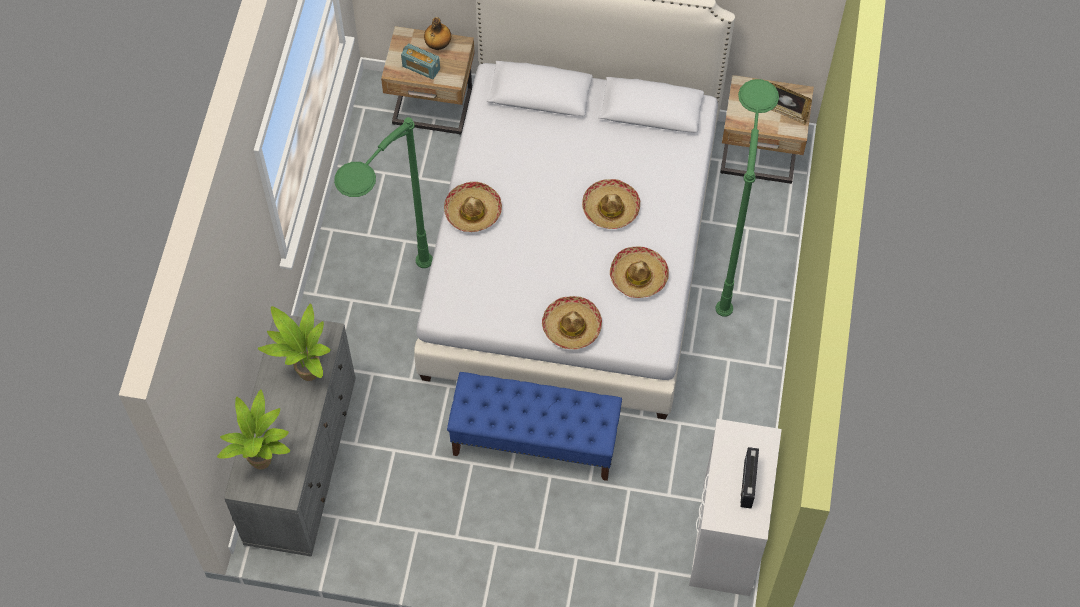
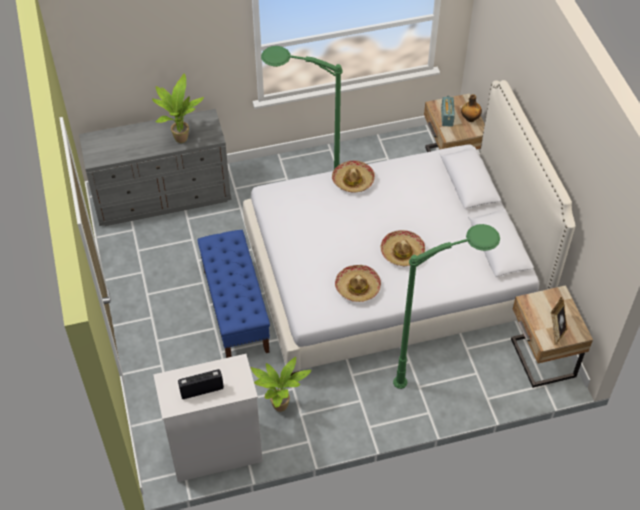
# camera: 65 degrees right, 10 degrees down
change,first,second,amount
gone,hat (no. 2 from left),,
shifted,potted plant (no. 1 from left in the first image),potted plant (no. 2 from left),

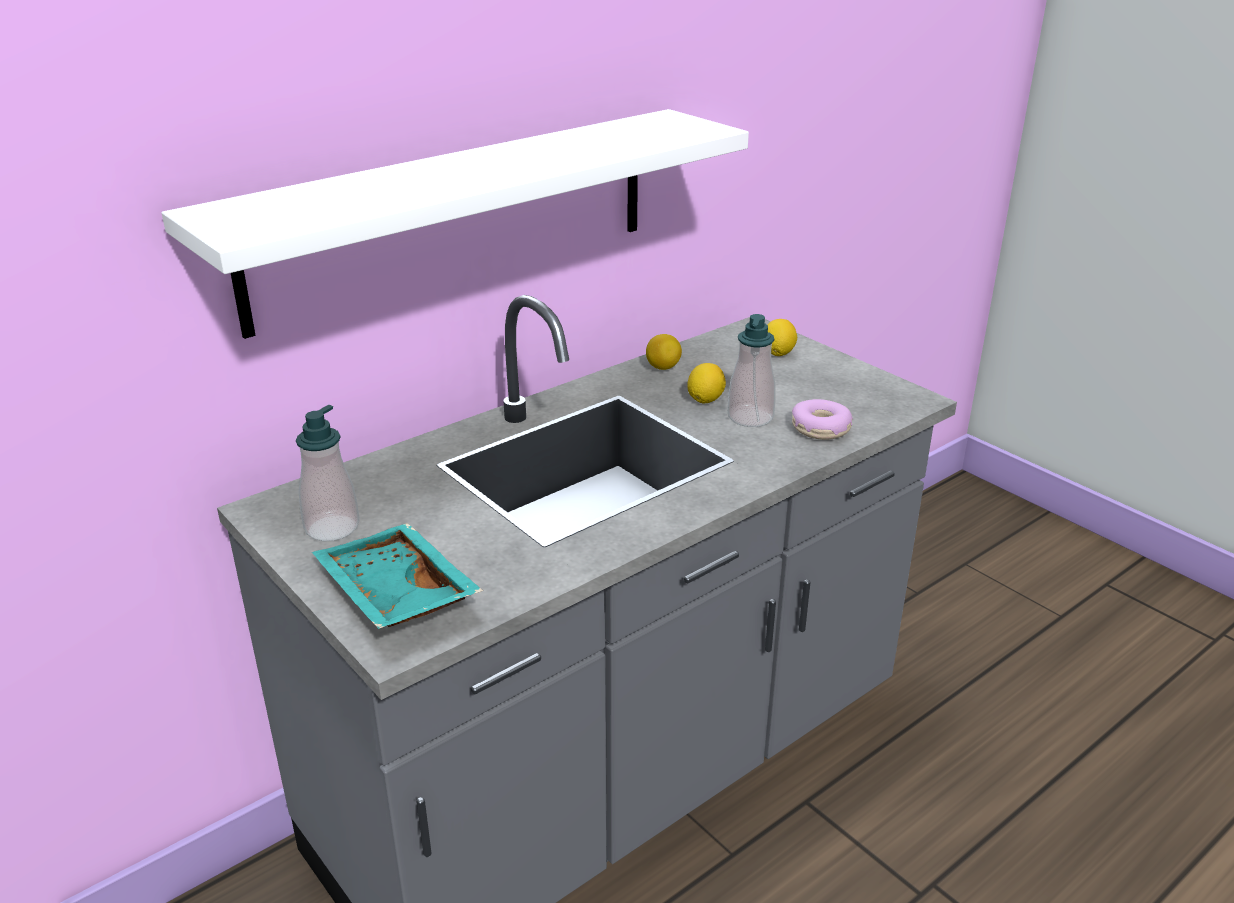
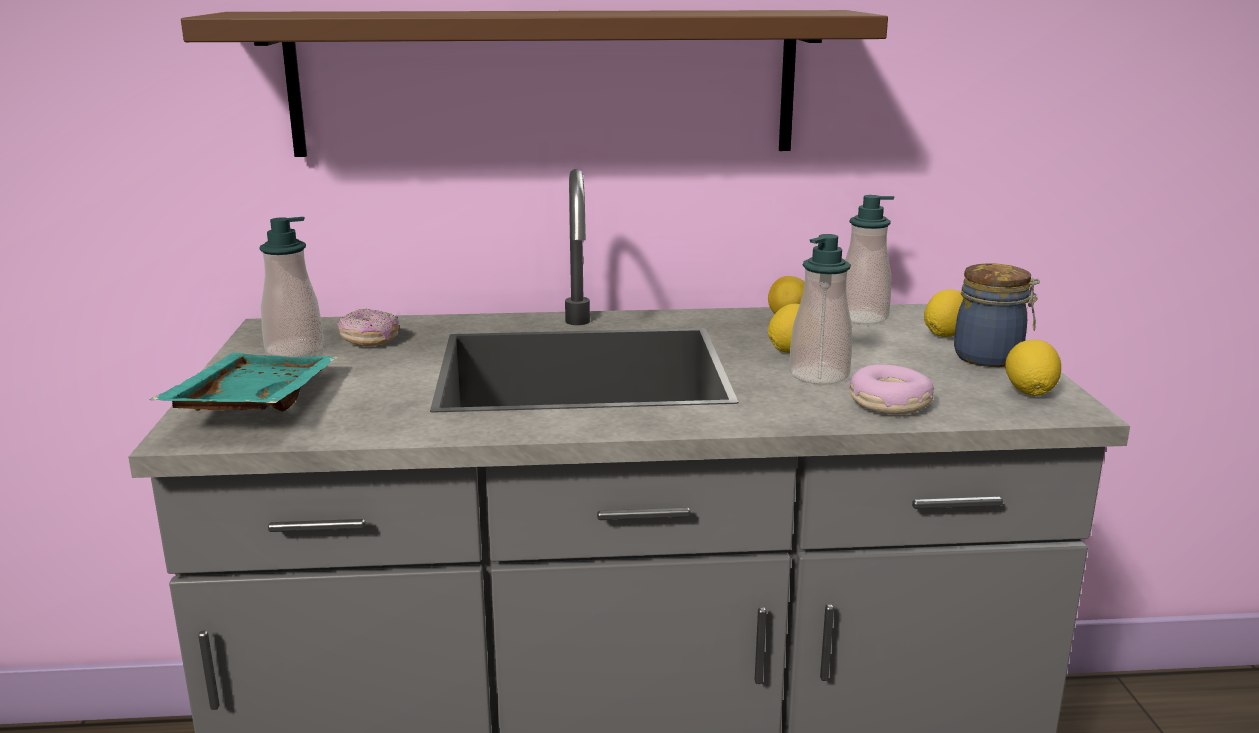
# camera: 35 degrees right, 10 degrees down
change,first,second,amount
repainted,white shelf,brown shelf,
new,,soap dispenser (no. 3 from left),
new,,jar,
new,,donut (no. 1 from left),
new,,lemon (no. 4 from left),

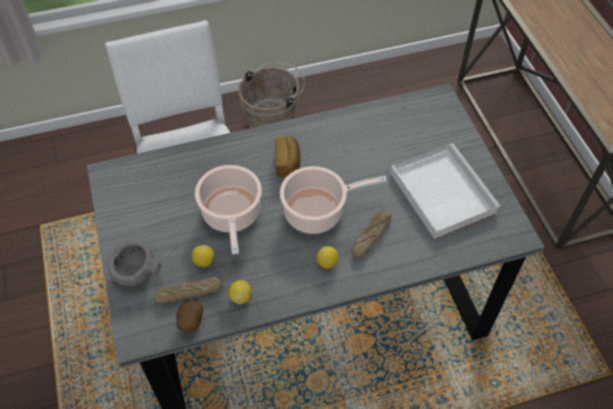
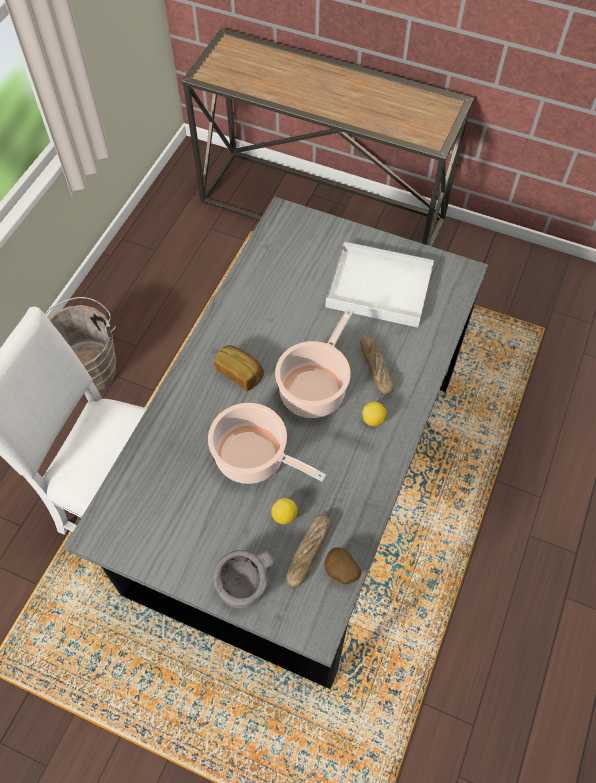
# camera: 50 degrees left, 5 degrees up
change,first,second,amount
gone,lemon (no. 2 from left),,

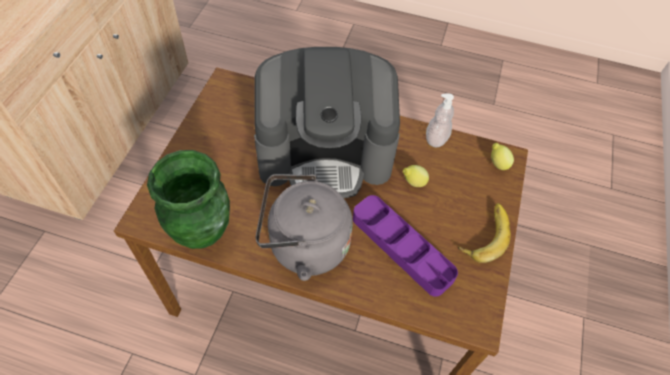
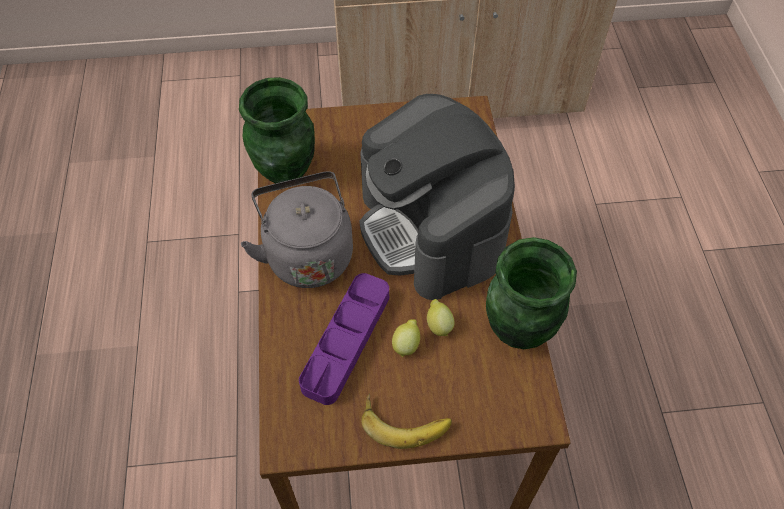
# camera: 70 degrees right, 0 degrees up
change,first,second,amount
swapped,soap dispenser,green vase (no. 2 from left),
shifted,lemon (no. 2 from left in the first image),lemon (no. 1 from left),

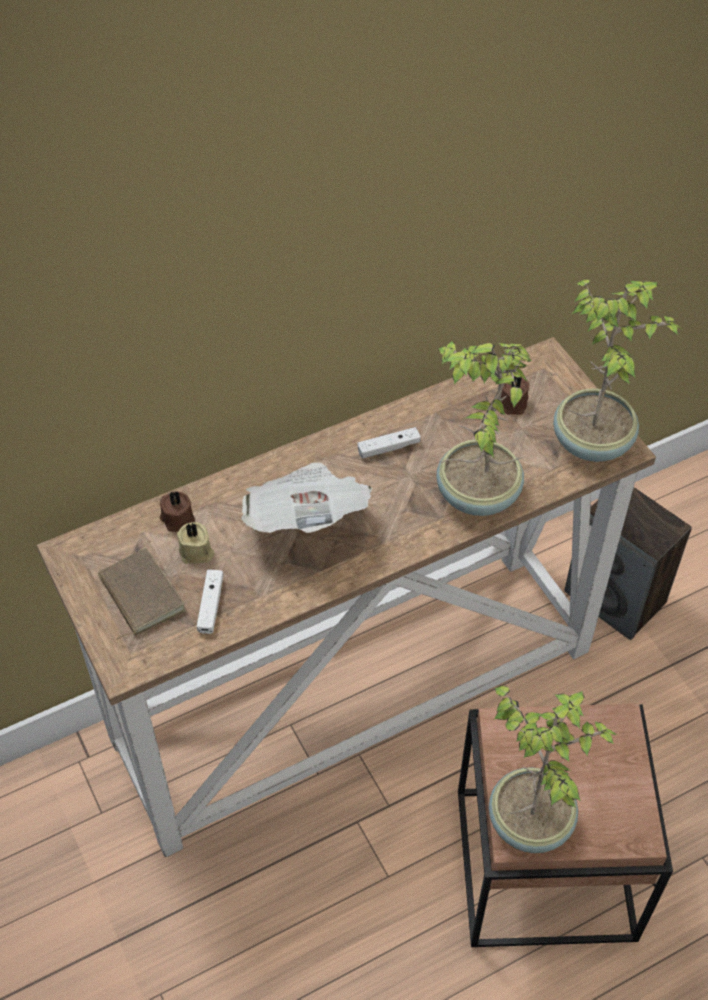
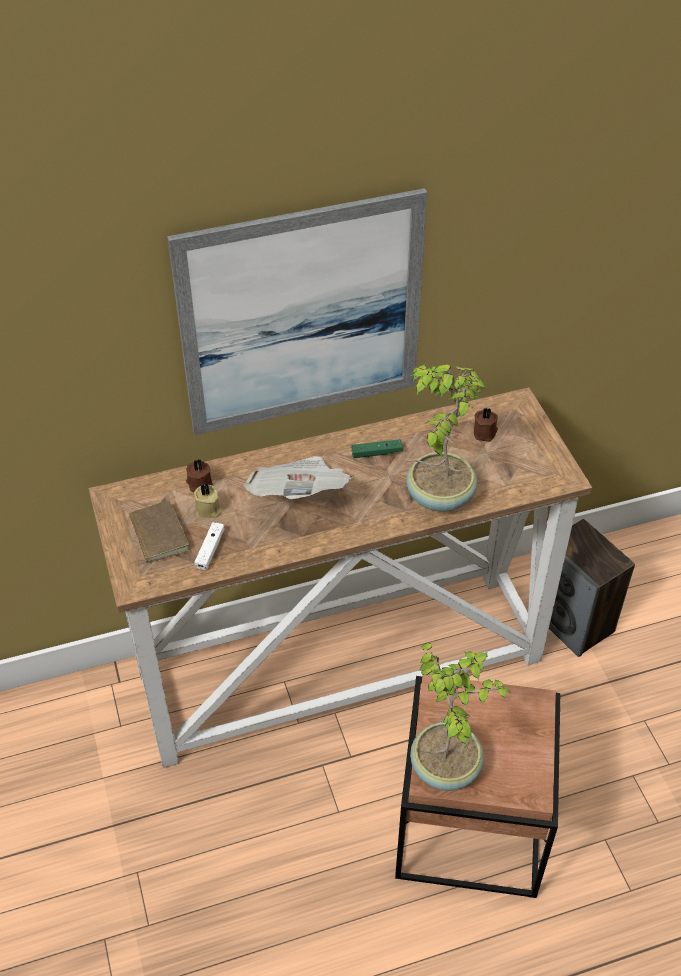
# camera: 10 degrees right, 5 degrees down
change,first,second,amount
gone,potted plant (no. 3 from left),,
repainted,white game controller (no. 2 from left),green game controller,
new,,picture,

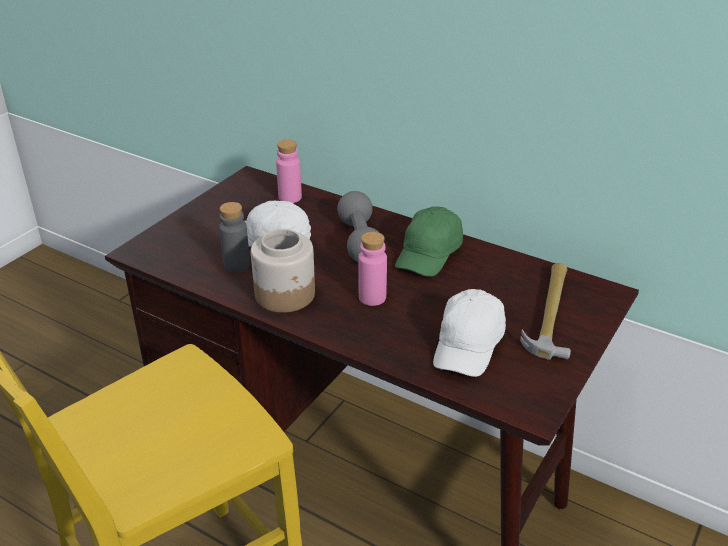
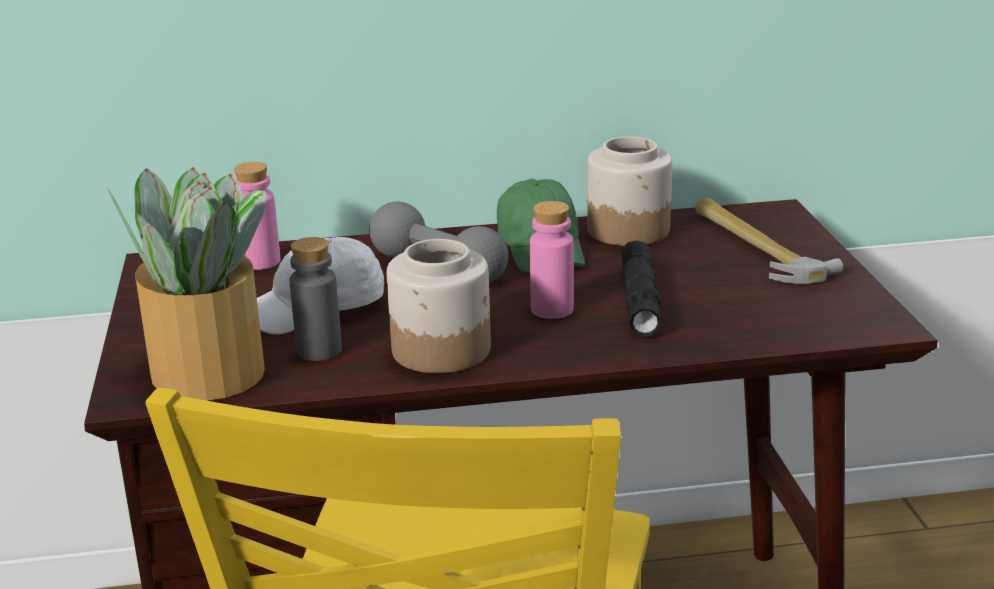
# camera: 40 degrees left, 10 degrees down
change,first,second,amount
gone,white cap (no. 2 from left),,
new,,jar (no. 2 from left),
new,,potted plant,
new,,black flashlight,

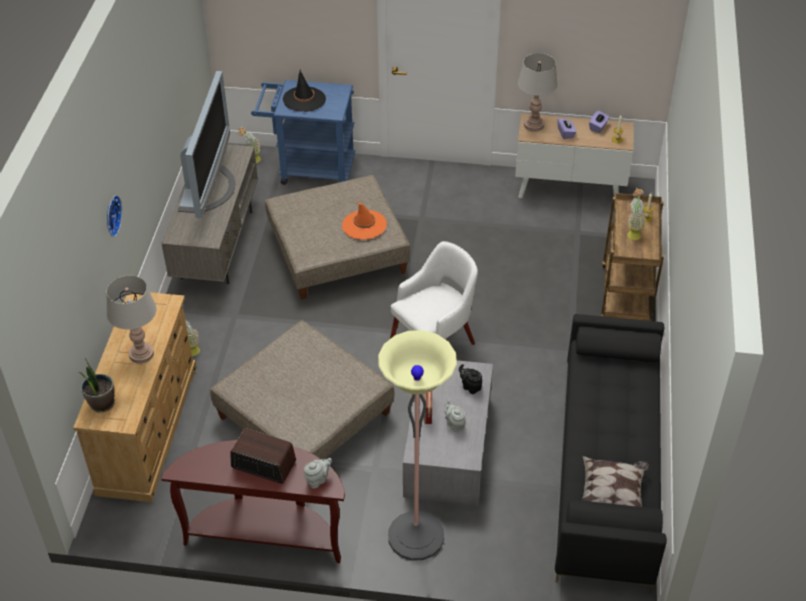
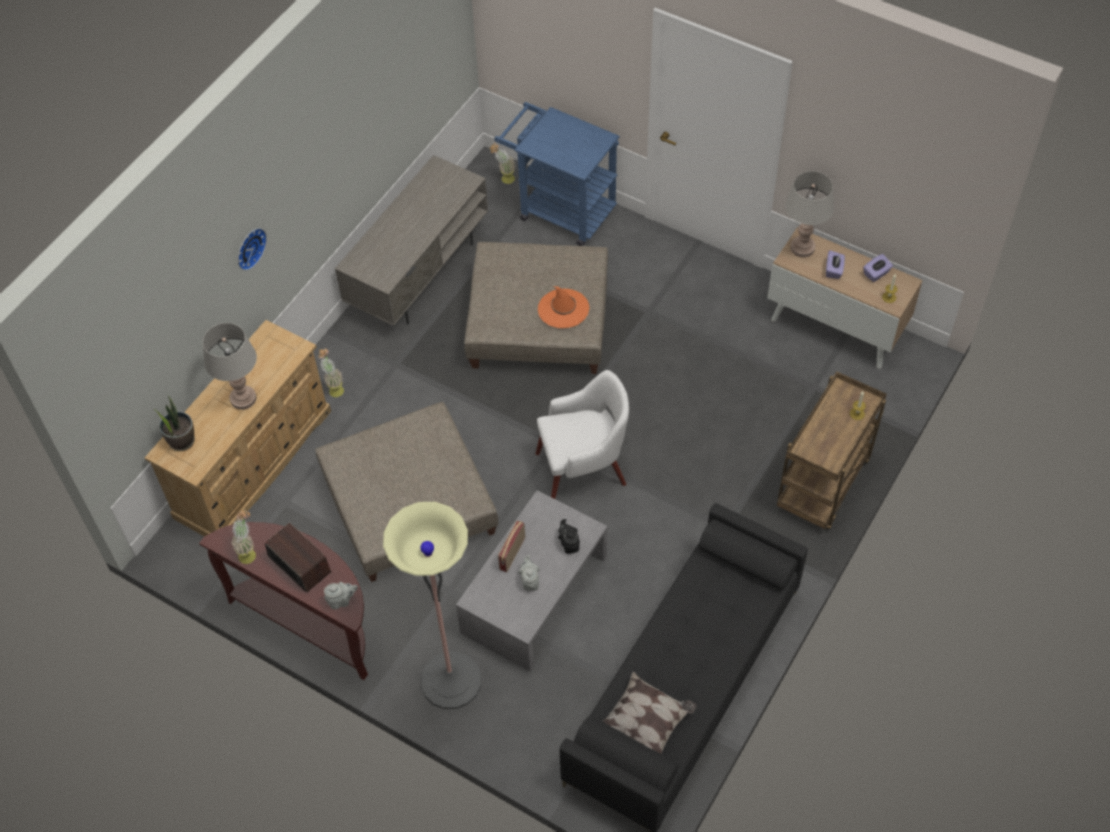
# camera: 25 degrees right, 10 degrees up
change,first,second,amount
gone,black hat,,
gone,television,,
shifted,potted plant (no. 4 from left in the first image),potted plant (no. 2 from left),

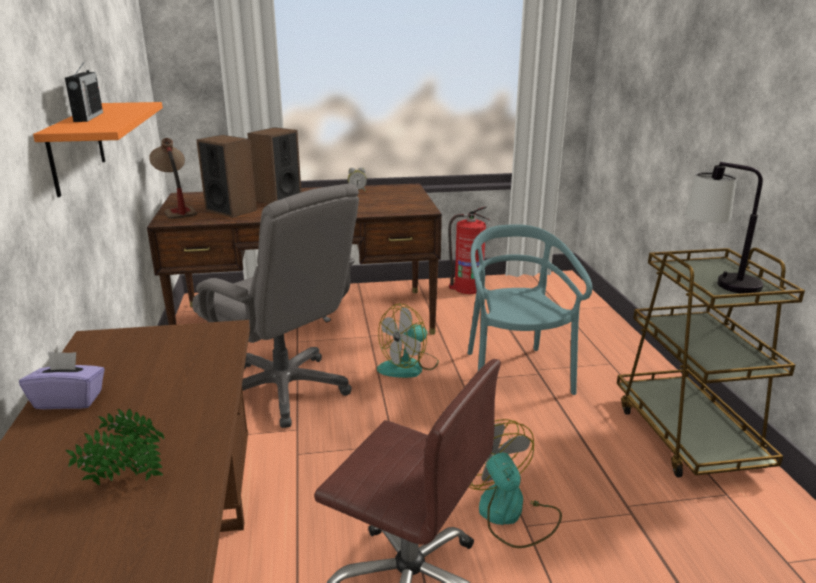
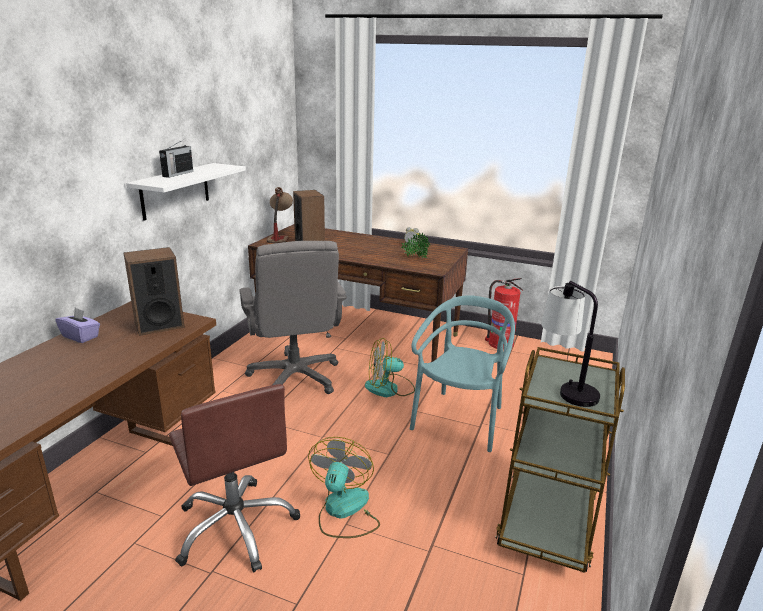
# camera: 30 degrees right, 0 degrees up
change,first,second,amount
repainted,orange shelf,white shelf,
shifted,speaker (no. 2 from left in the first image),speaker (no. 1 from left),
shifted,potted plant,,

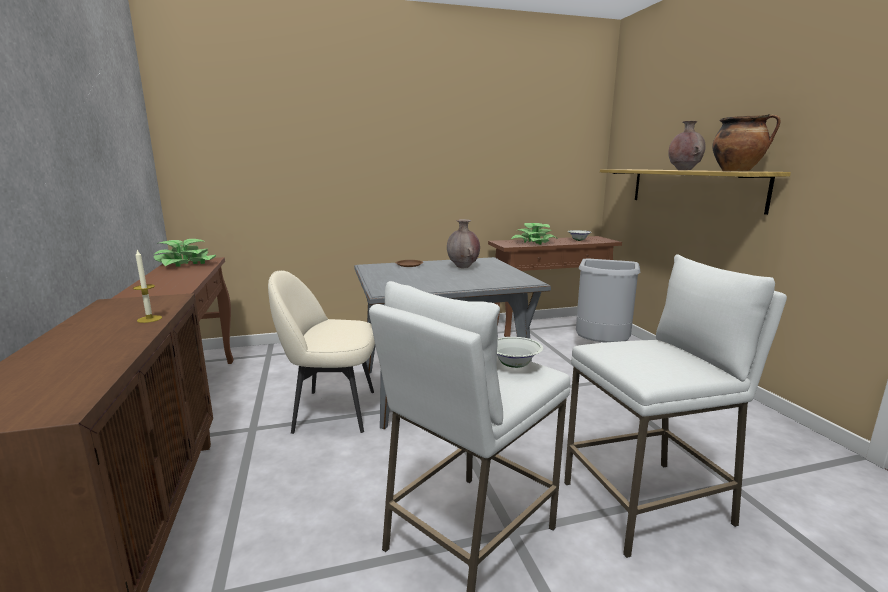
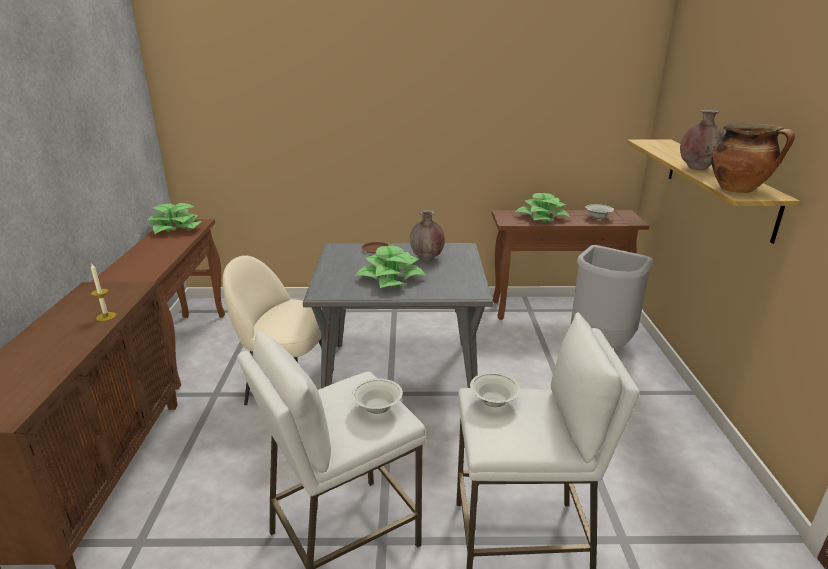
# camera: 15 degrees right, 10 degrees up
change,first,second,amount
new,,potted plant (no. 2 from left),
new,,white bowl (no. 2 from left),

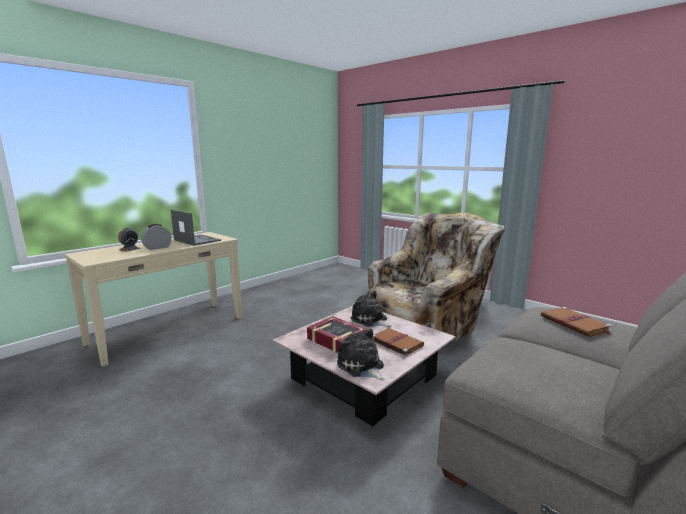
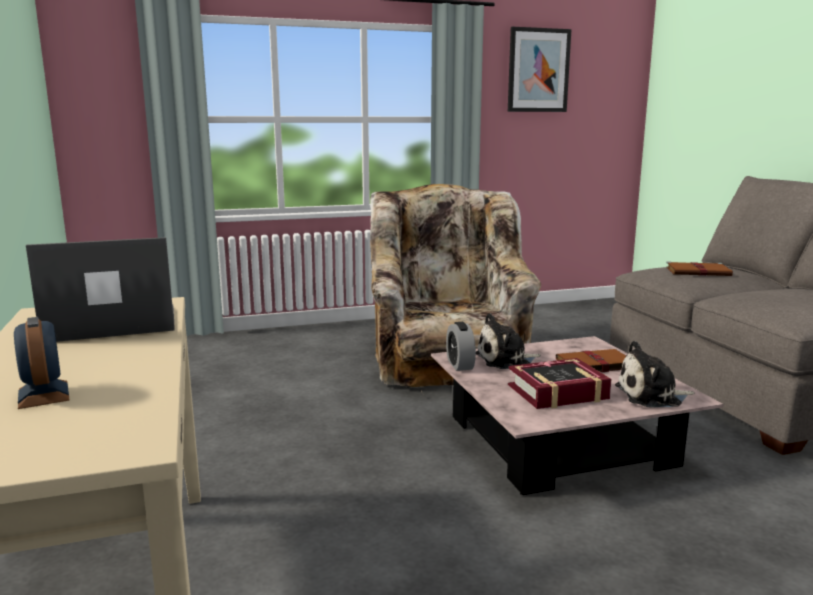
# camera: 60 degrees left, 0 degrees up
change,first,second,amount
shifted,alarm clock (no. 2 from left),,
new,,picture,

